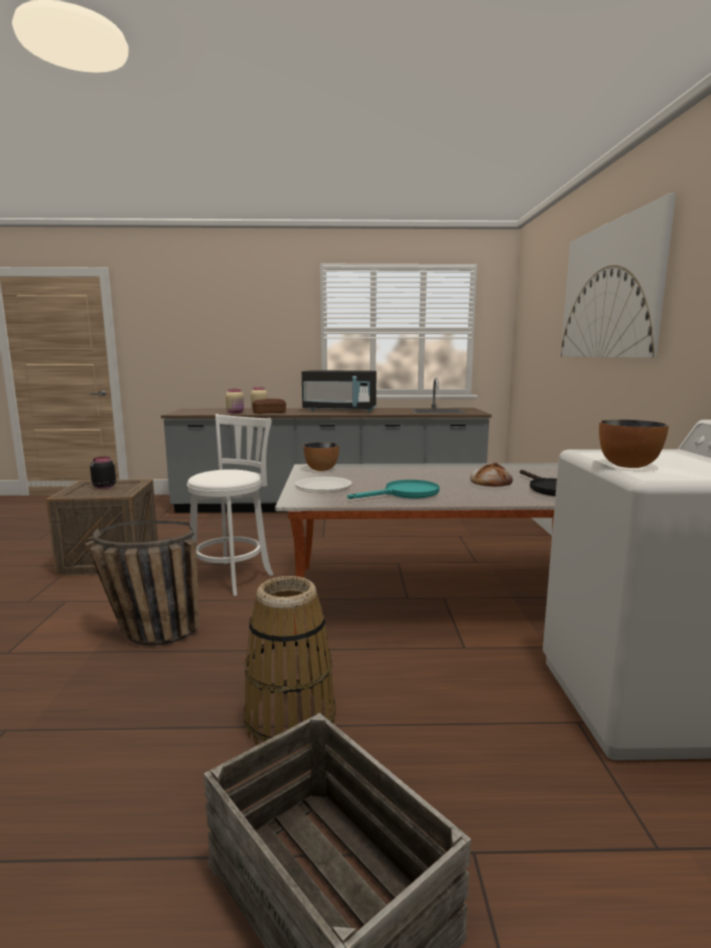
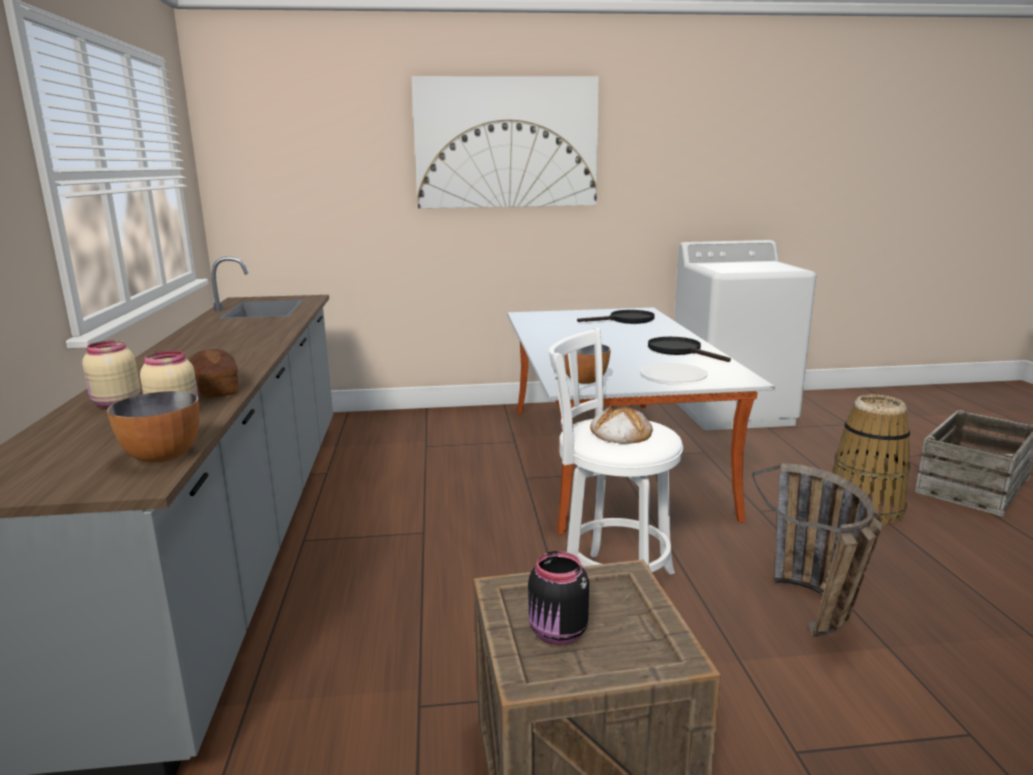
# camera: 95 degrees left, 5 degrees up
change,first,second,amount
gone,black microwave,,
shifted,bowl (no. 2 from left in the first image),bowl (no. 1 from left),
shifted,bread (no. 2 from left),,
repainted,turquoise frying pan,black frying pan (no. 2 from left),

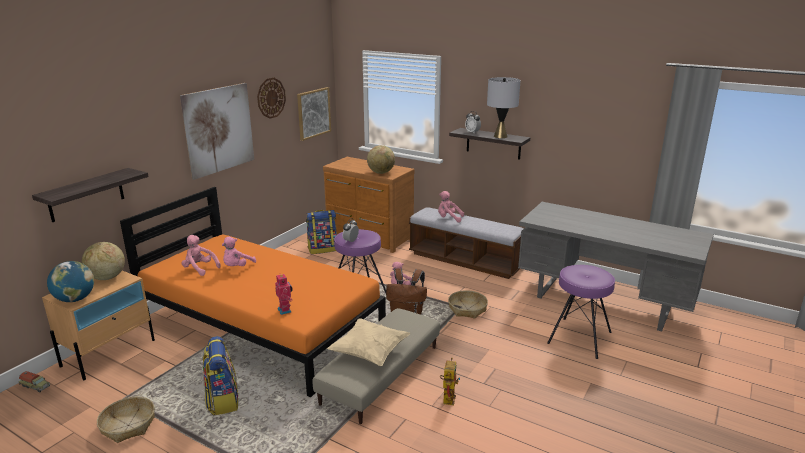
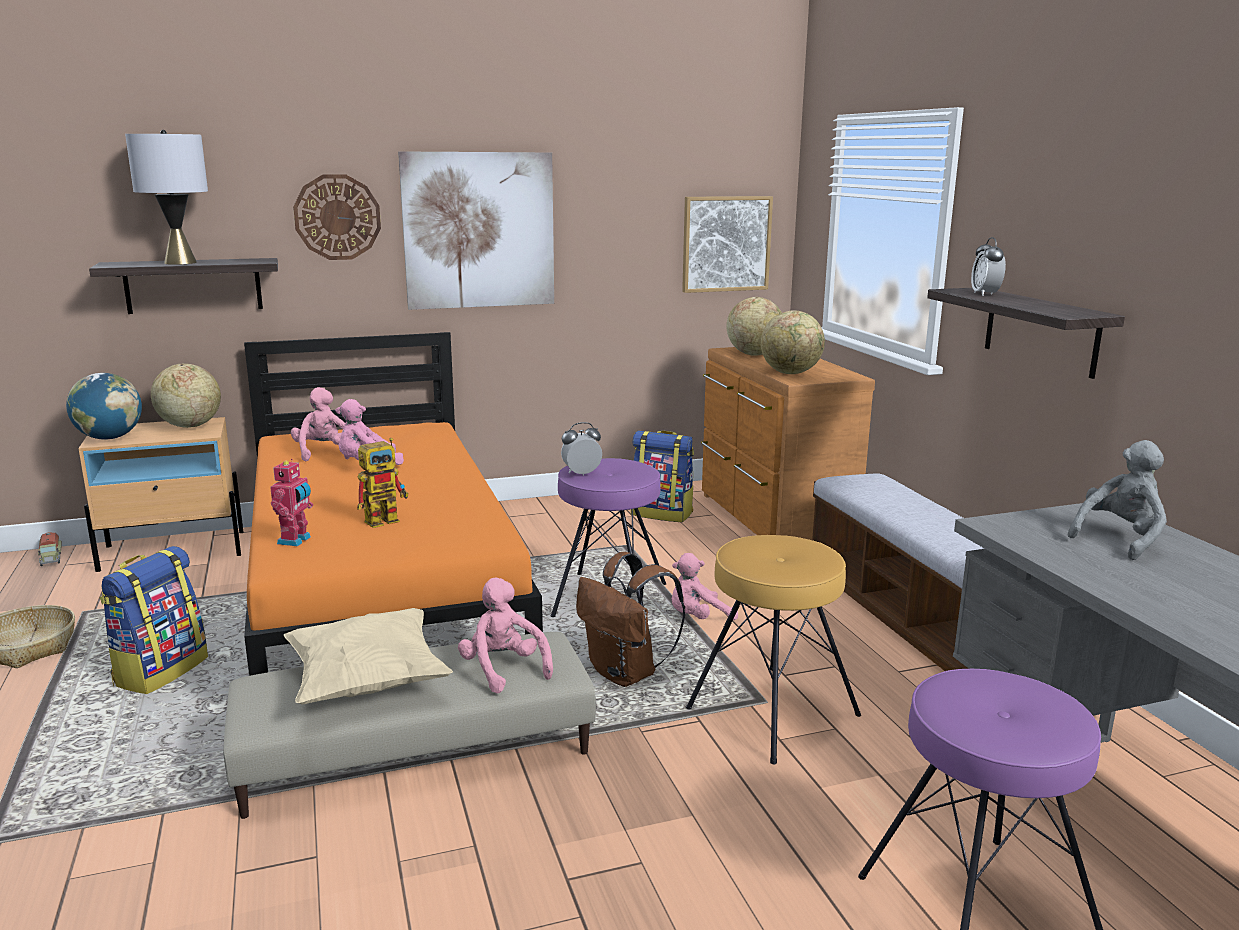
# camera: 40 degrees right, 5 degrees down
change,first,second,amount
shifted,grey table lamp,,
shifted,wall clock,,
shifted,pink plush toy (no. 4 from left in the first image),pink plush toy (no. 3 from left),
swapped,basket (no. 2 from left),brown stool,
shifted,toy robot (no. 2 from left),,
new,,globe (no. 3 from left),
new,,grey plush toy,

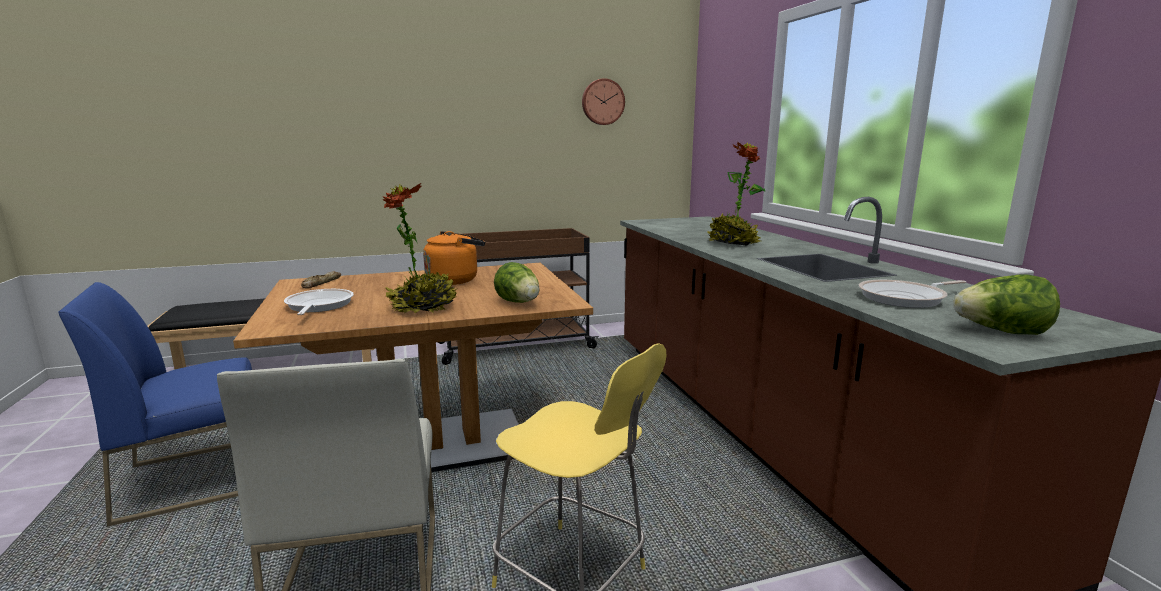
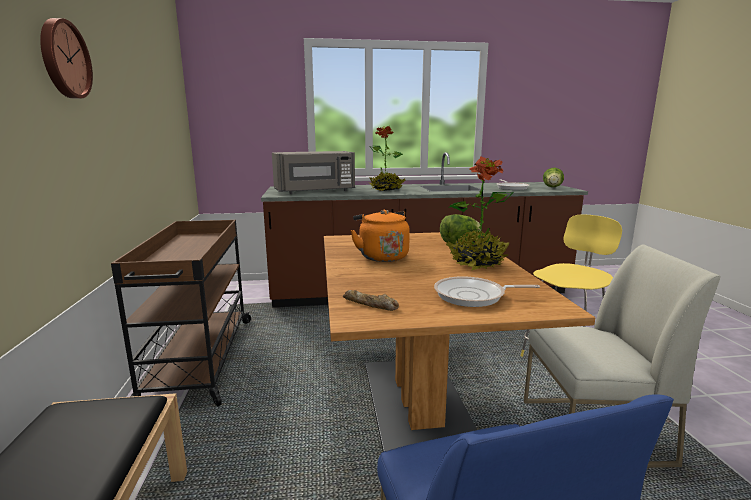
# camera: 80 degrees left, 0 degrees up
change,first,second,amount
shifted,wall clock,,
new,,grey microwave,

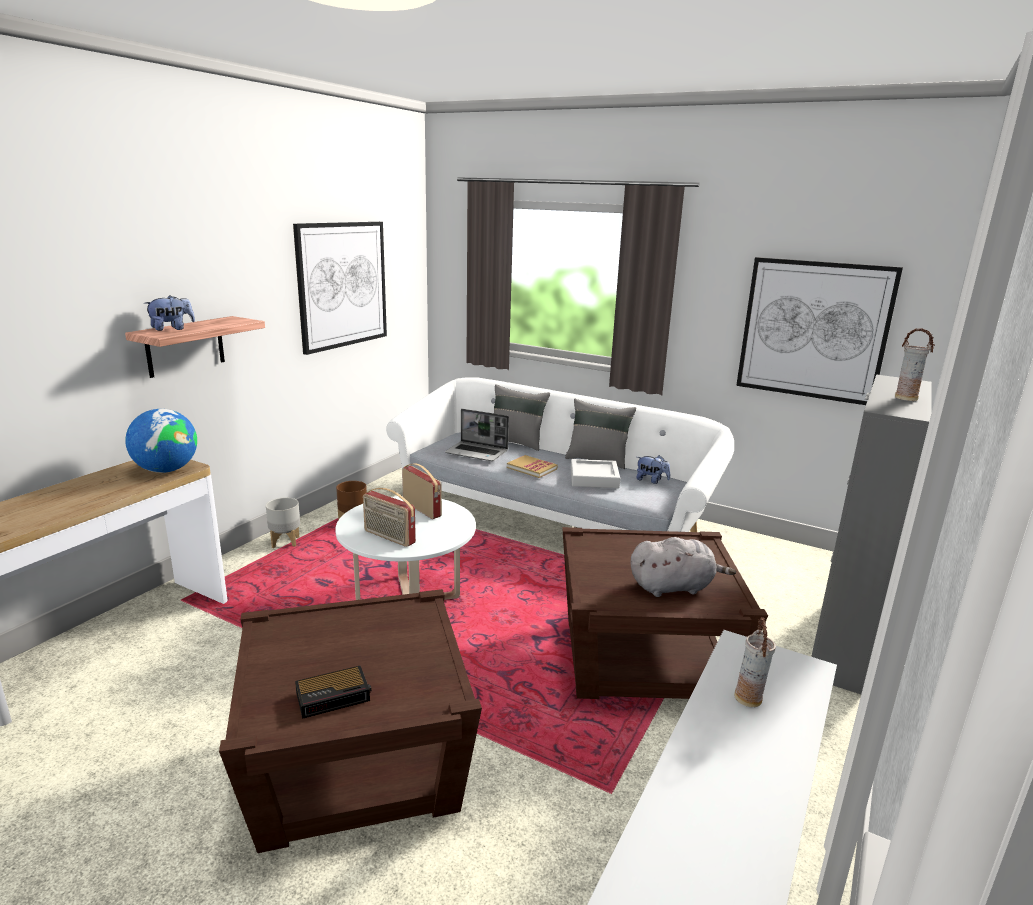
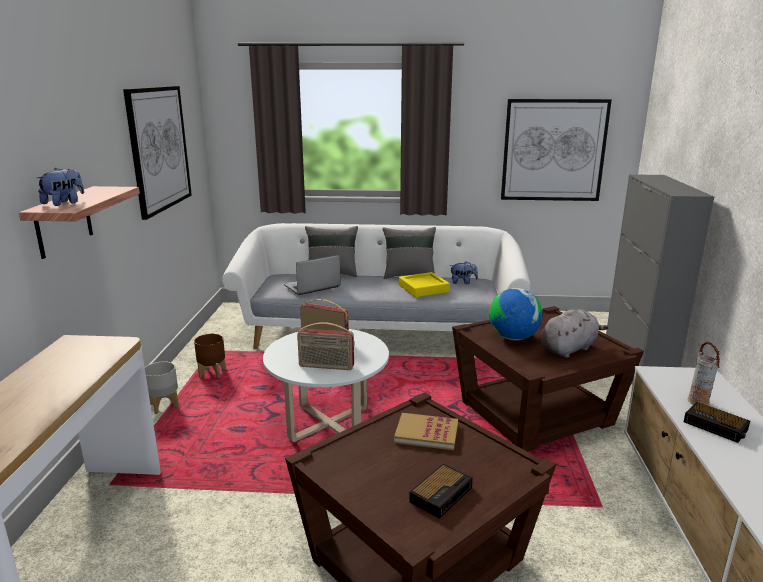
# camera: 25 degrees left, 0 degrees up
change,first,second,amount
gone,vase (no. 2 from left),,
shifted,globe,,
rotated,laptop,,150 degrees clockwise
shifted,book,,
repainted,grey tray,yellow tray,
new,,alarm clock (no. 2 from left),

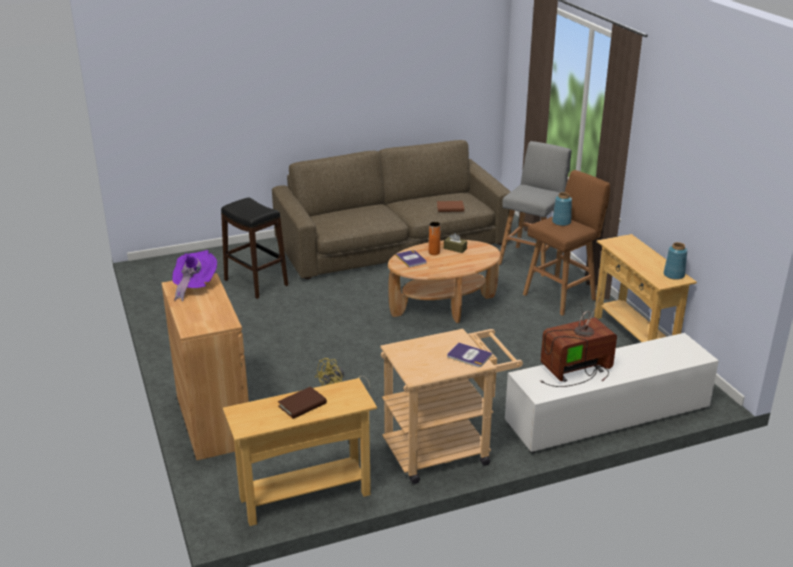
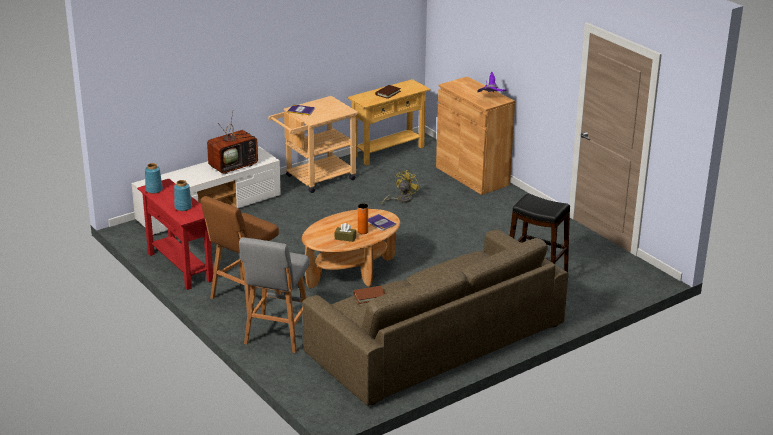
# camera: 165 degrees right, 0 degrees up
change,first,second,amount
shifted,blue vase (no. 1 from left in the first image),blue vase (no. 2 from left),
repainted,beige console table (no. 2 from left),red console table,

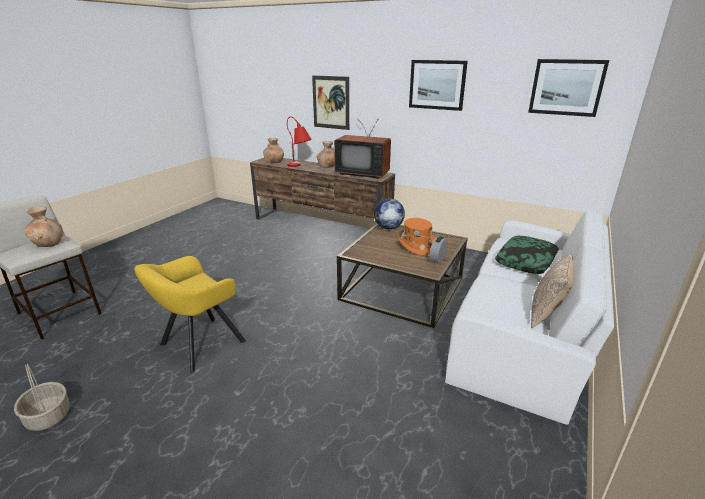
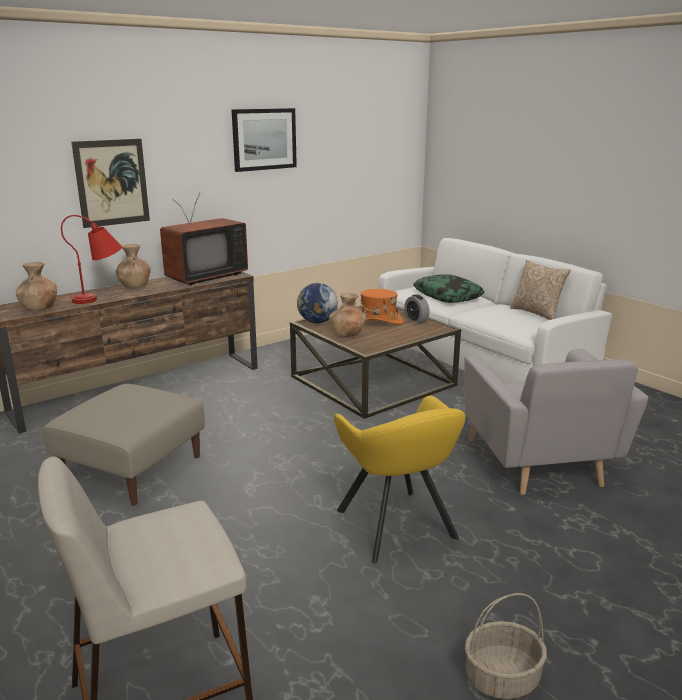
# camera: 65 degrees left, 5 degrees down
change,first,second,amount
gone,picture (no. 3 from left),,
shifted,brown vase (no. 1 from left in the first image),brown vase (no. 3 from left),
new,,grey armchair,
new,,beige ottoman,

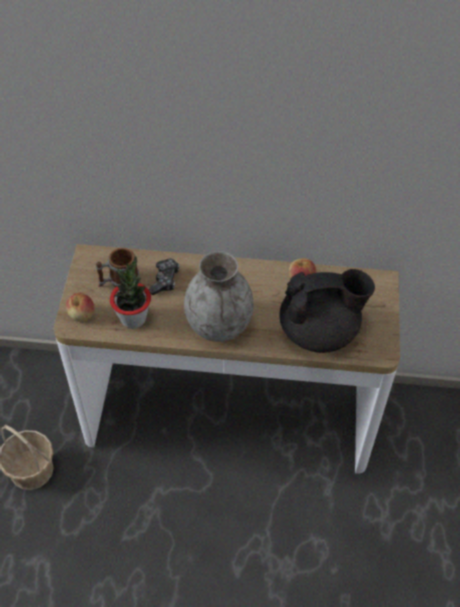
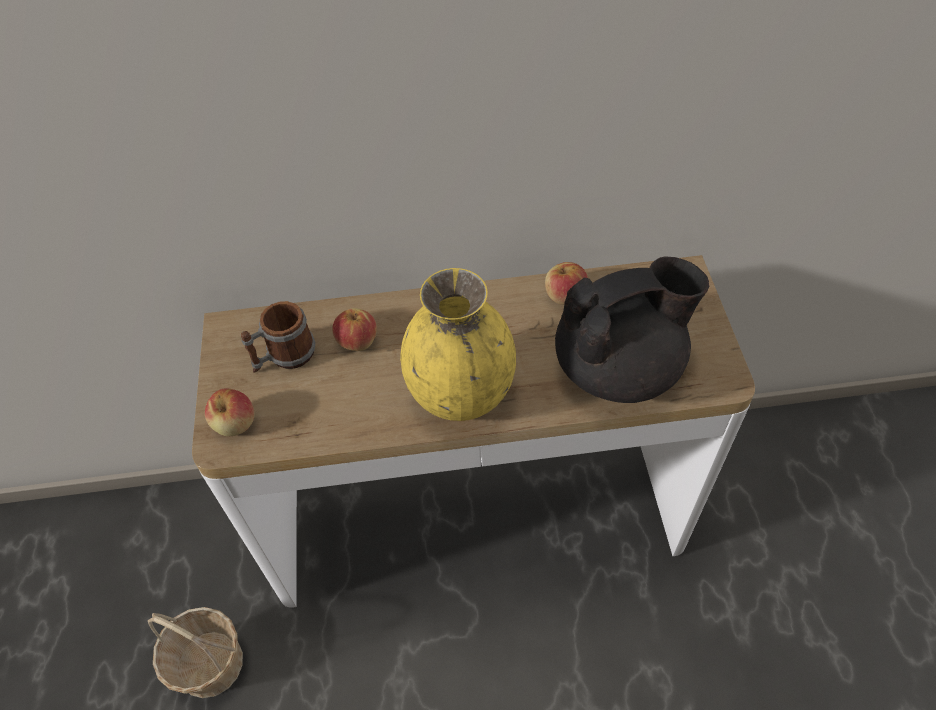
# camera: 10 degrees left, 0 degrees up
change,first,second,amount
repainted,grey vase,yellow vase,
gone,potted plant,,
swapped,game controller,apple (no. 2 from left),

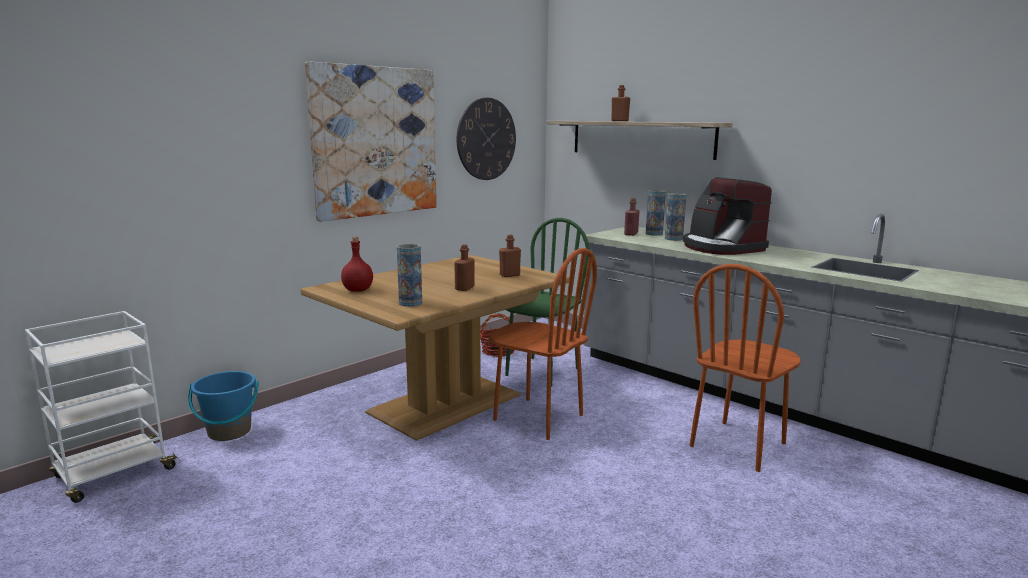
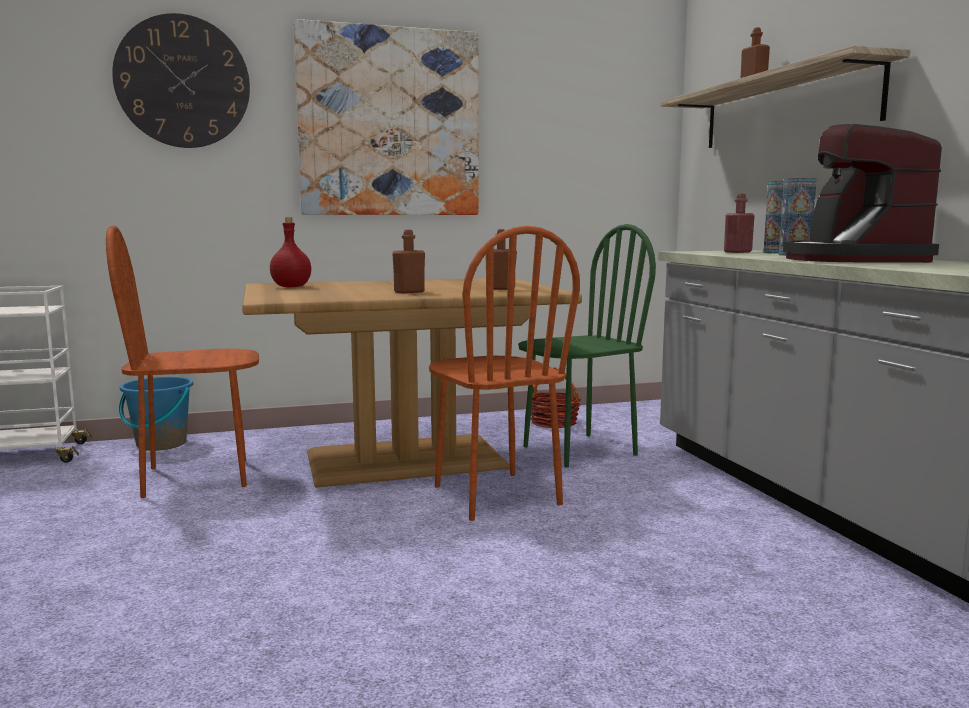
# camera: 30 degrees right, 5 degrees down
change,first,second,amount
shifted,wall clock,,
gone,vase (no. 1 from left),,
shifted,brown chair (no. 2 from left in the first image),brown chair (no. 1 from left),

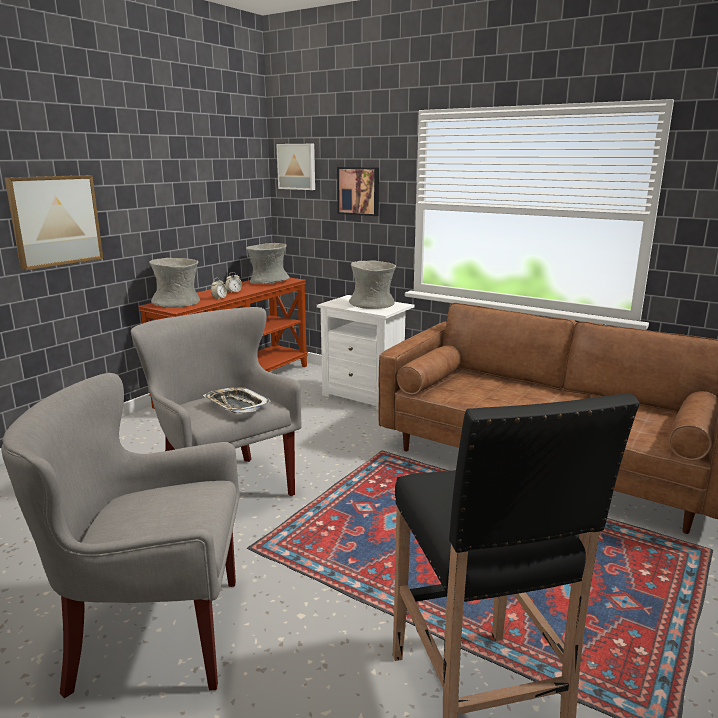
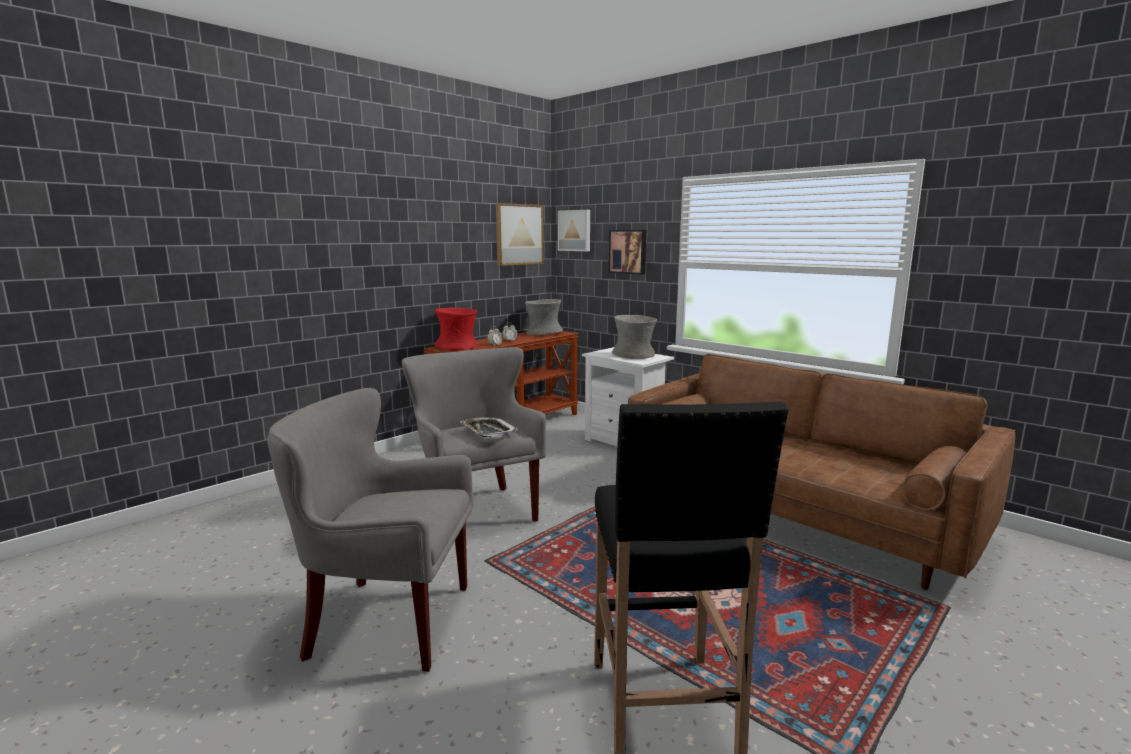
# camera: 10 degrees right, 5 degrees down
change,first,second,amount
shifted,picture (no. 1 from left),,
repainted,grey vase (no. 1 from left),red vase,

